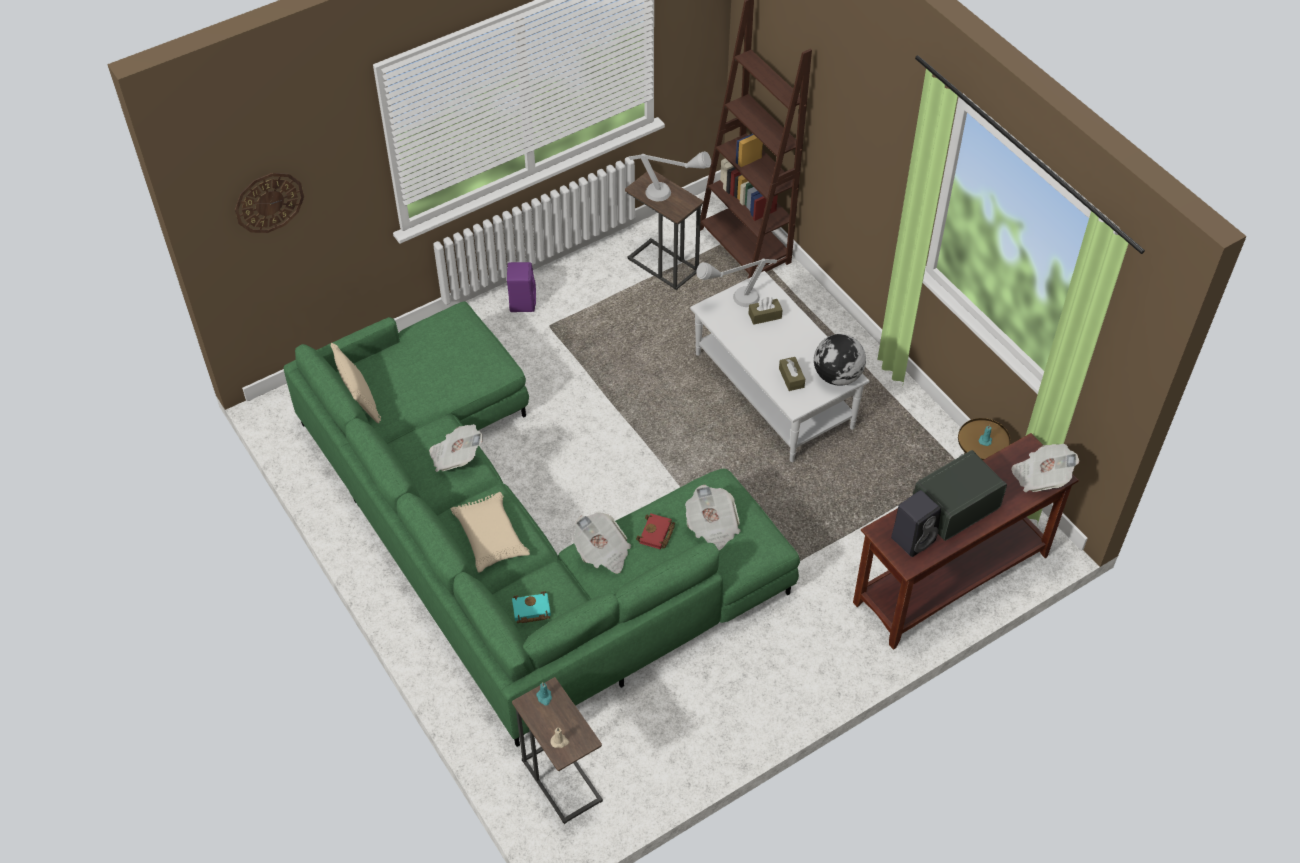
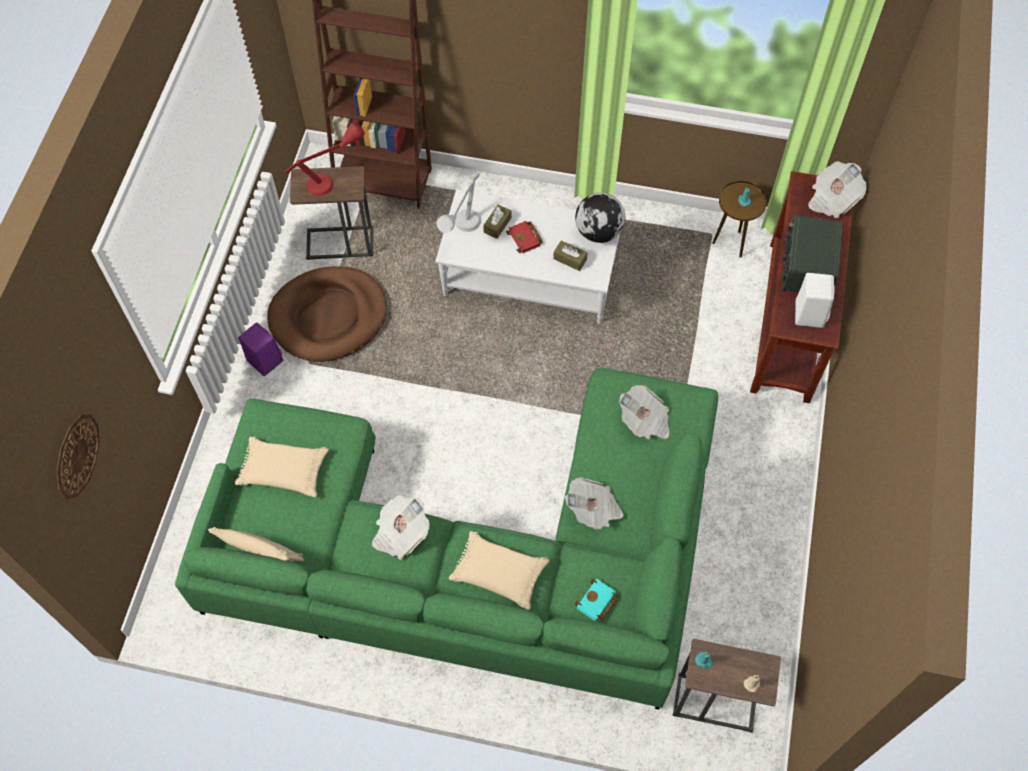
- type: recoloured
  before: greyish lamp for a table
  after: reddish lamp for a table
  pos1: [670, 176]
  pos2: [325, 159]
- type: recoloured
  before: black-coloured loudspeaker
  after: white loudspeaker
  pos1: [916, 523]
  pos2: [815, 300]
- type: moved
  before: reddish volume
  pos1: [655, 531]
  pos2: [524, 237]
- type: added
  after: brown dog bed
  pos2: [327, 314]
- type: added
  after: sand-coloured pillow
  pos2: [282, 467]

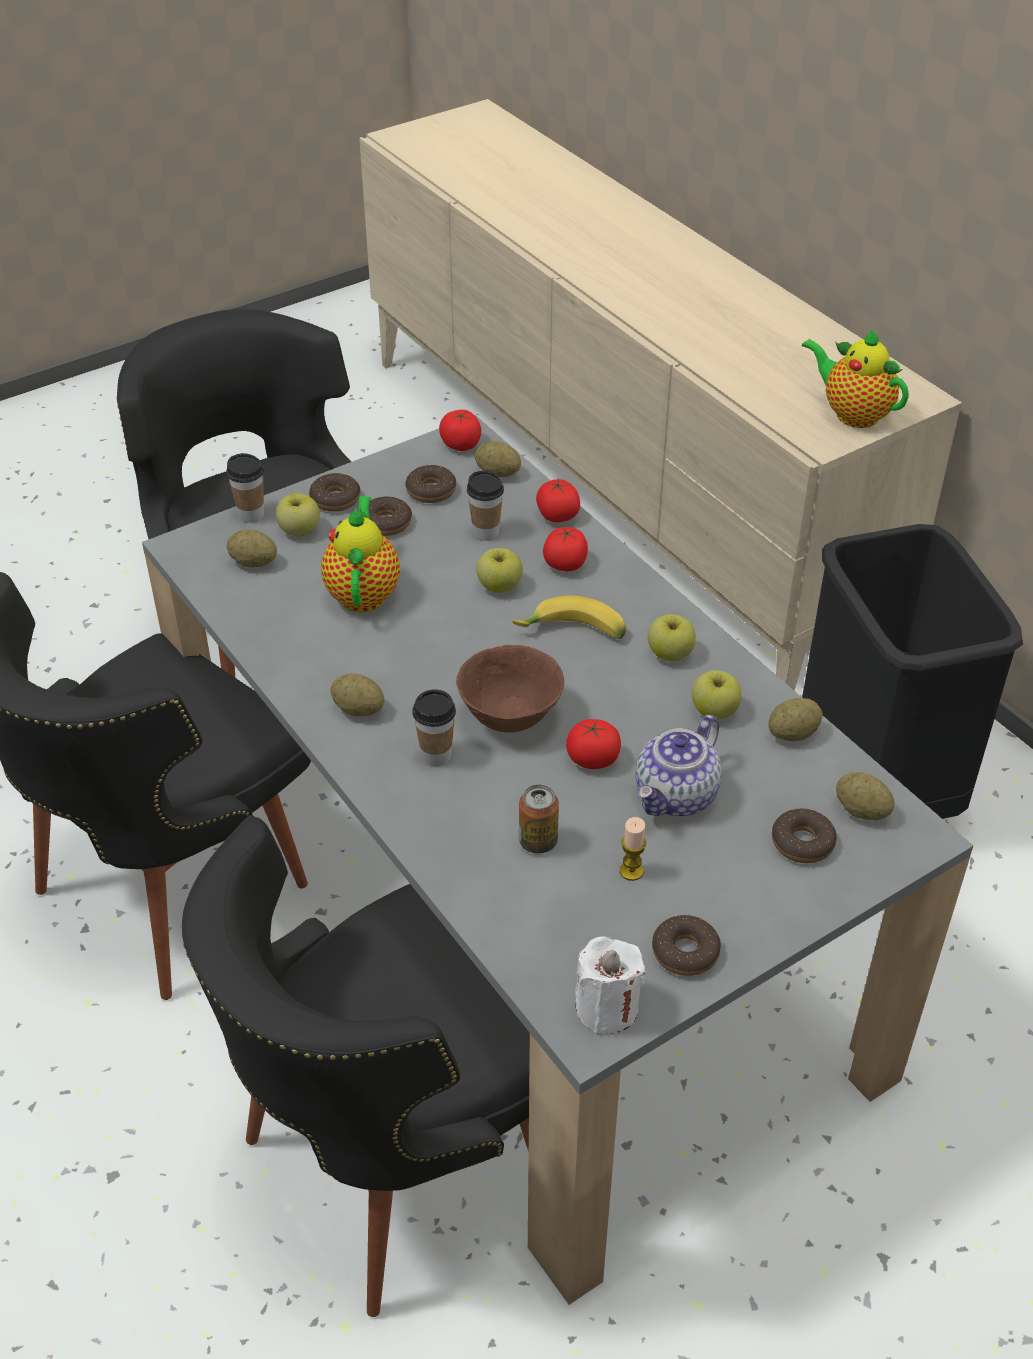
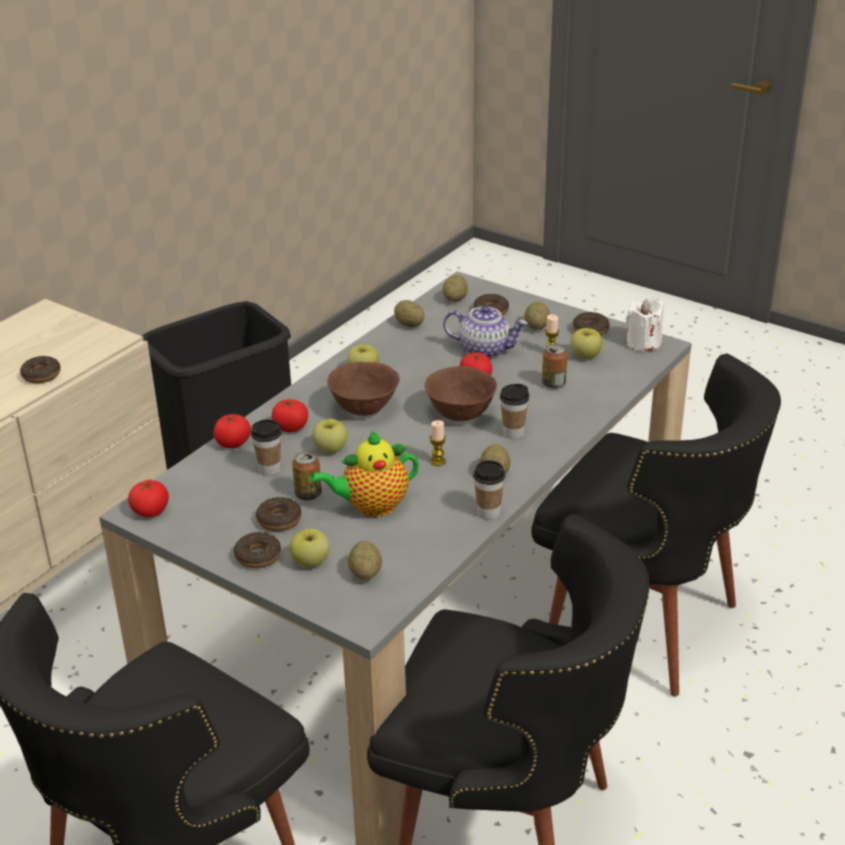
- type: removed
  before: tea pot
  pos1: [855, 378]
- type: moved
  before: potato
  pos1: [498, 459]
  pos2: [537, 315]
- type: moved
  before: cup
  pos1: [245, 488]
  pos2: [489, 490]
- type: moved
  before: donut
  pos1: [430, 484]
  pos2: [40, 369]
- type: replaced
  before: banana
  after: brown serving bowl
  pos1: [569, 617]
  pos2: [363, 389]
- type: moved
  before: apple fruit
  pos1: [717, 694]
  pos2: [586, 343]
- type: added
  after: wax candle
  pos2: [438, 443]
- type: added
  after: sealed can
  pos2: [307, 476]

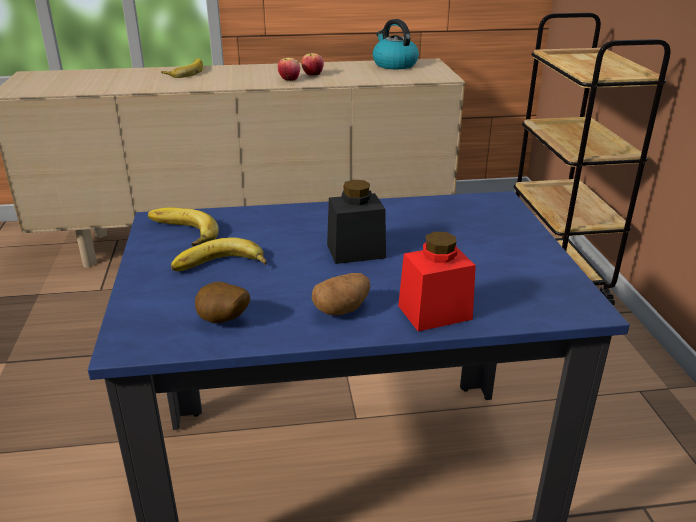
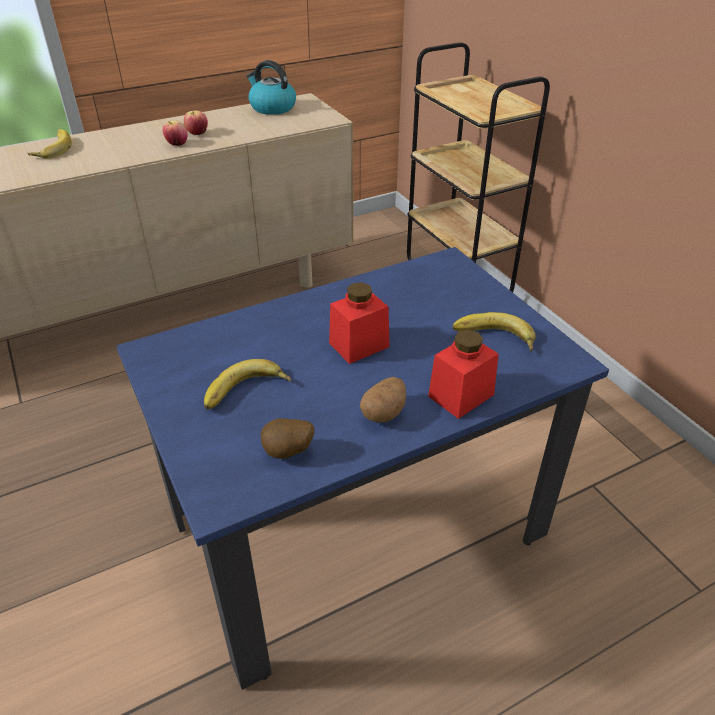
- type: recoloured
  before: black-coloured storage jar
  after: reddish storage jar
  pos1: [356, 222]
  pos2: [359, 323]
- type: moved
  before: banana
  pos1: [183, 226]
  pos2: [494, 332]

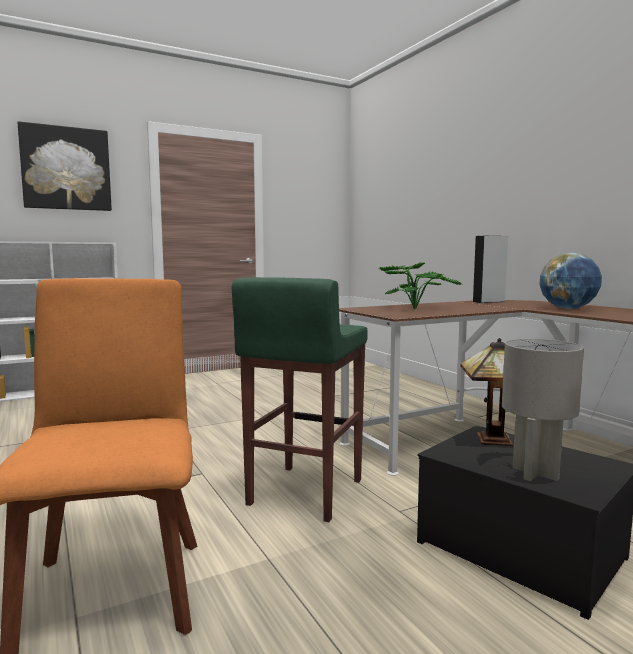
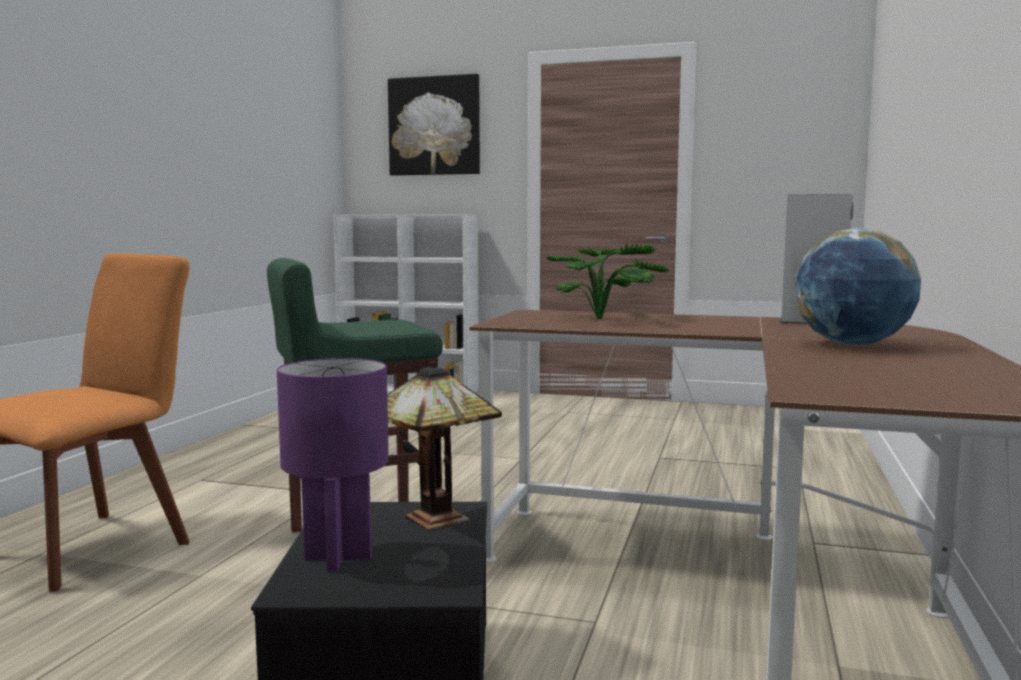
- type: recoloured
  before: greyish lamp for a table
  after: purplish lamp for a table
  pos1: [543, 410]
  pos2: [333, 465]

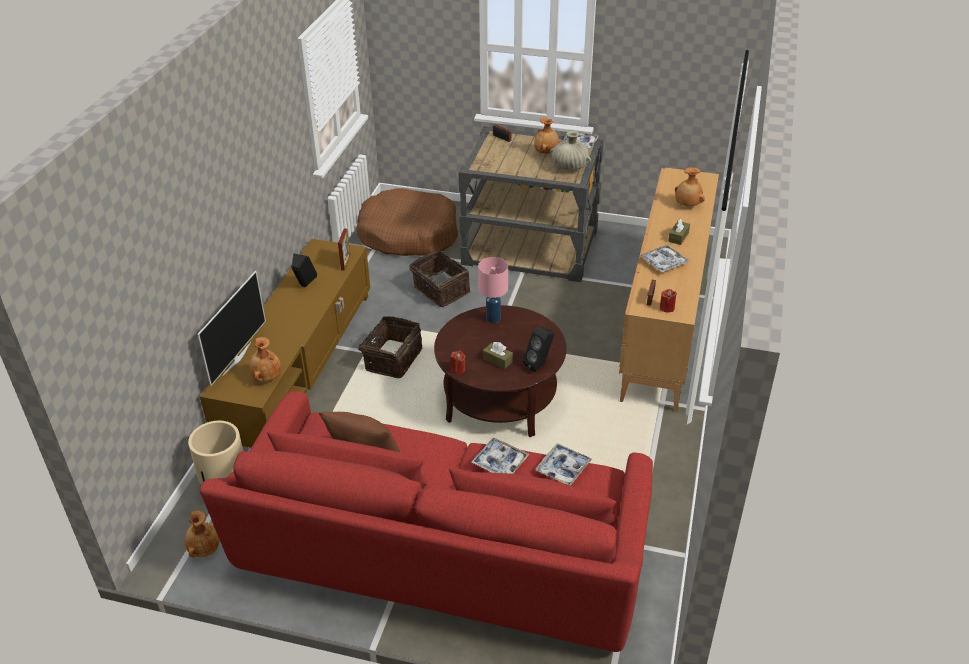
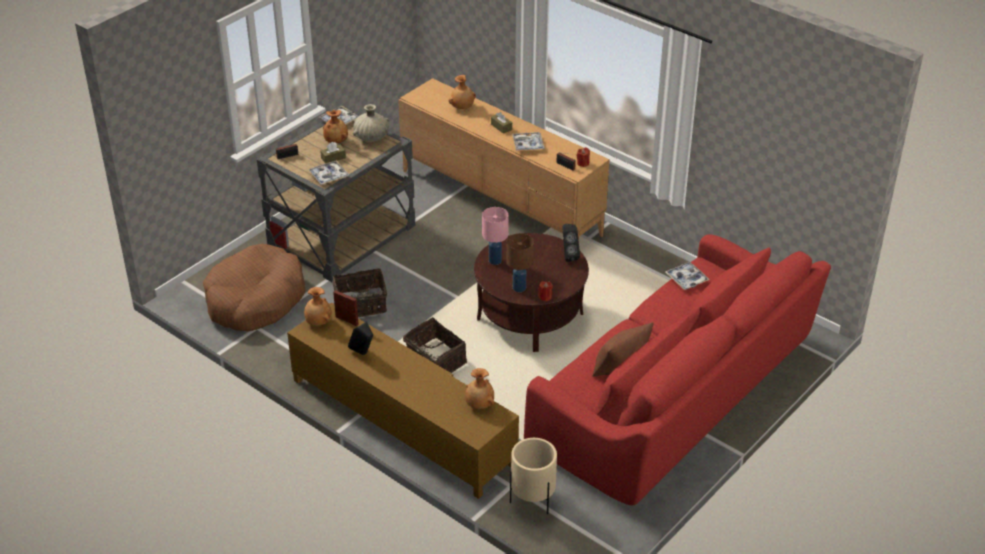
- type: removed
  before: television
  pos1: [231, 328]
- type: moved
  before: brown tissue box
  pos1: [498, 355]
  pos2: [333, 153]
- type: moved
  before: serving tray
  pos1: [500, 456]
  pos2: [328, 172]
- type: moved
  before: brown decorative vase
  pos1: [202, 533]
  pos2: [318, 306]
- type: added
  after: brown lamp for a table
  pos2: [520, 262]

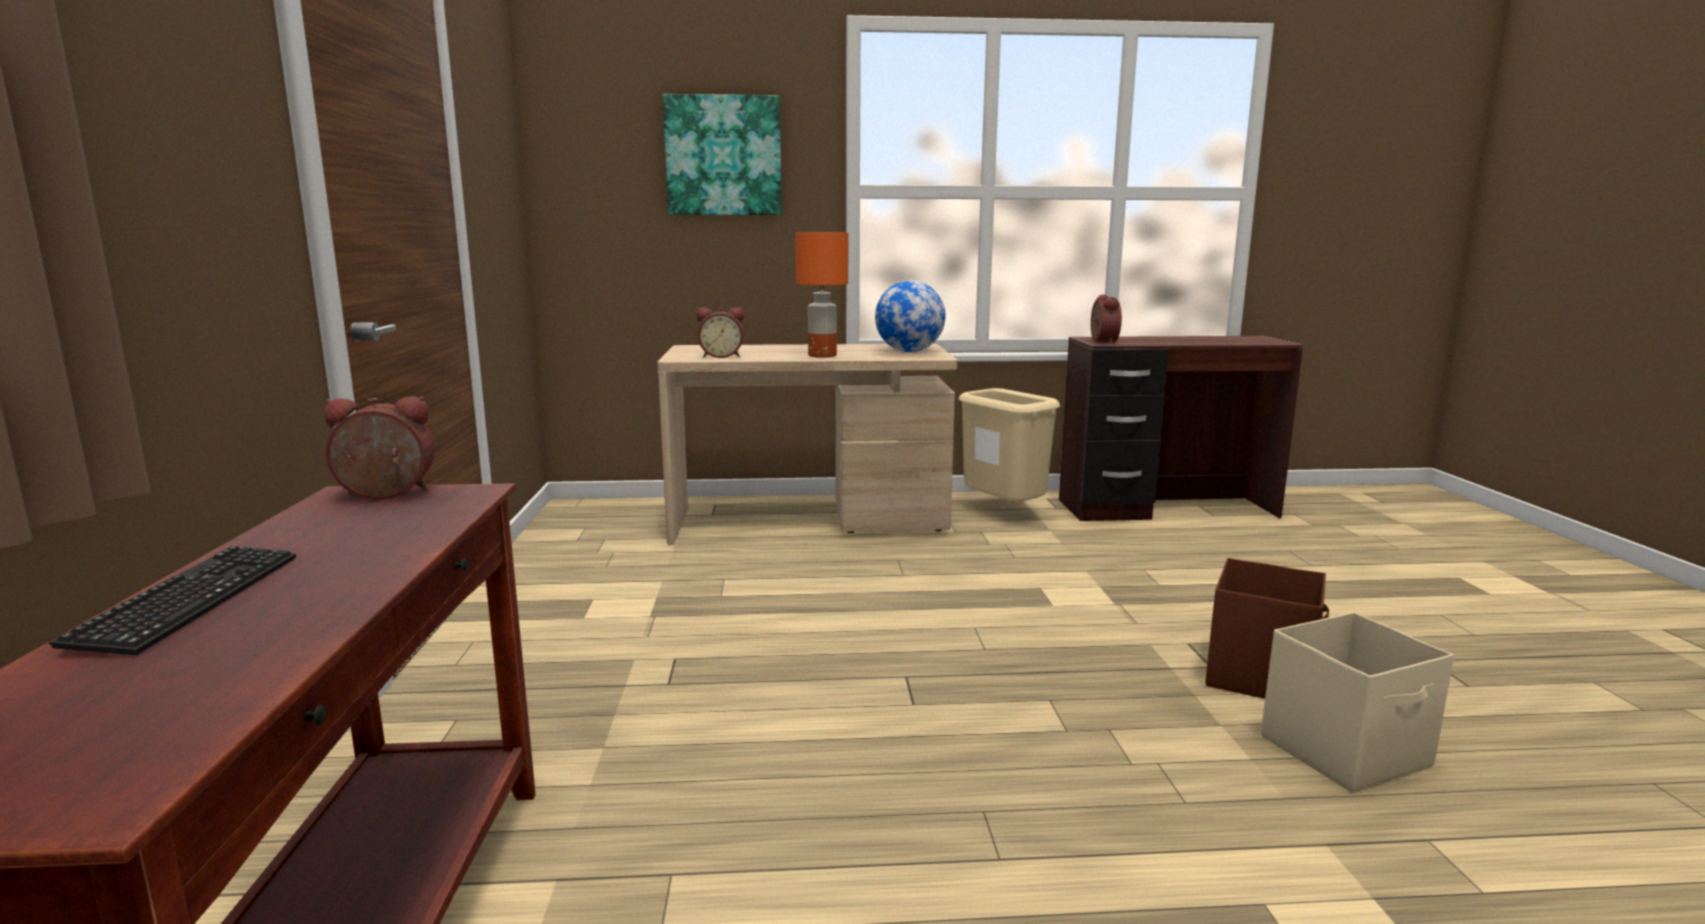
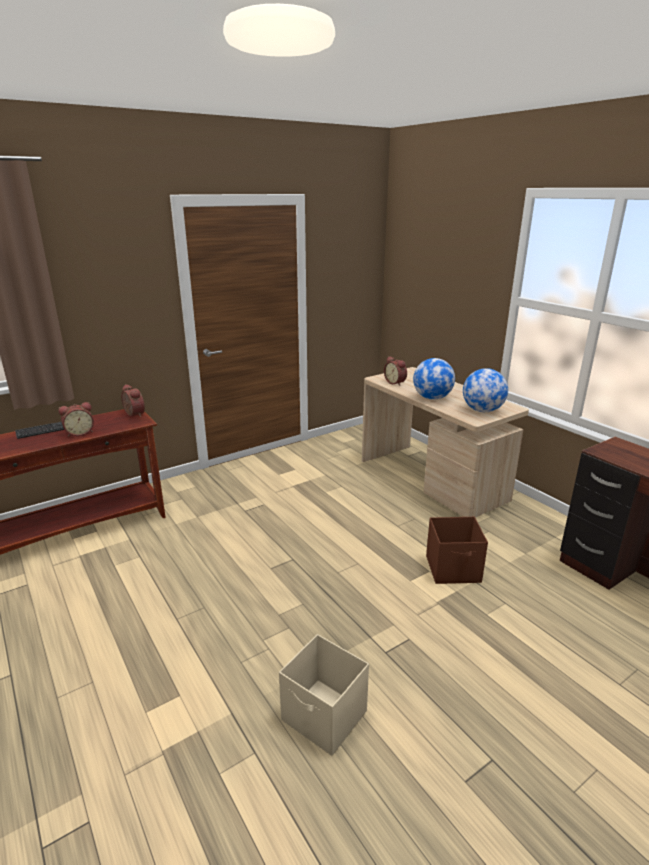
- type: removed
  before: wall picture
  pos1: [722, 154]
- type: replaced
  before: orangey lamp for a table
  after: world globe
  pos1: [821, 295]
  pos2: [434, 379]
- type: moved
  before: table clock
  pos1: [1106, 319]
  pos2: [76, 419]
- type: removed
  before: sand-coloured waste bin
  pos1: [1009, 445]
- type: moved
  before: brown storage box
  pos1: [1267, 628]
  pos2: [457, 550]

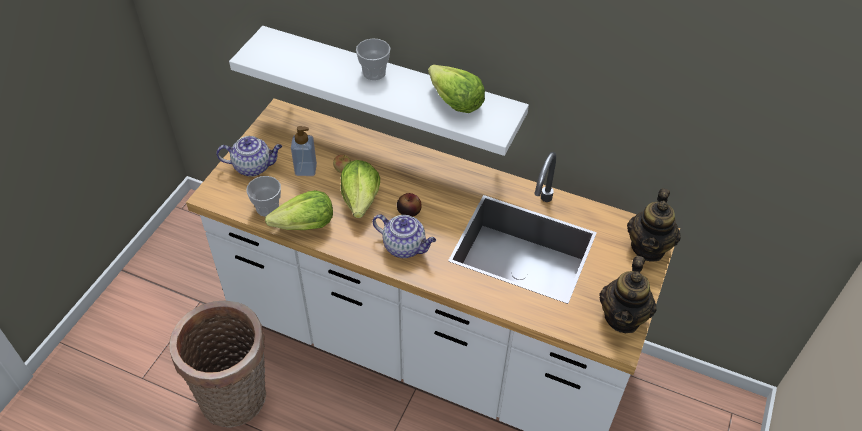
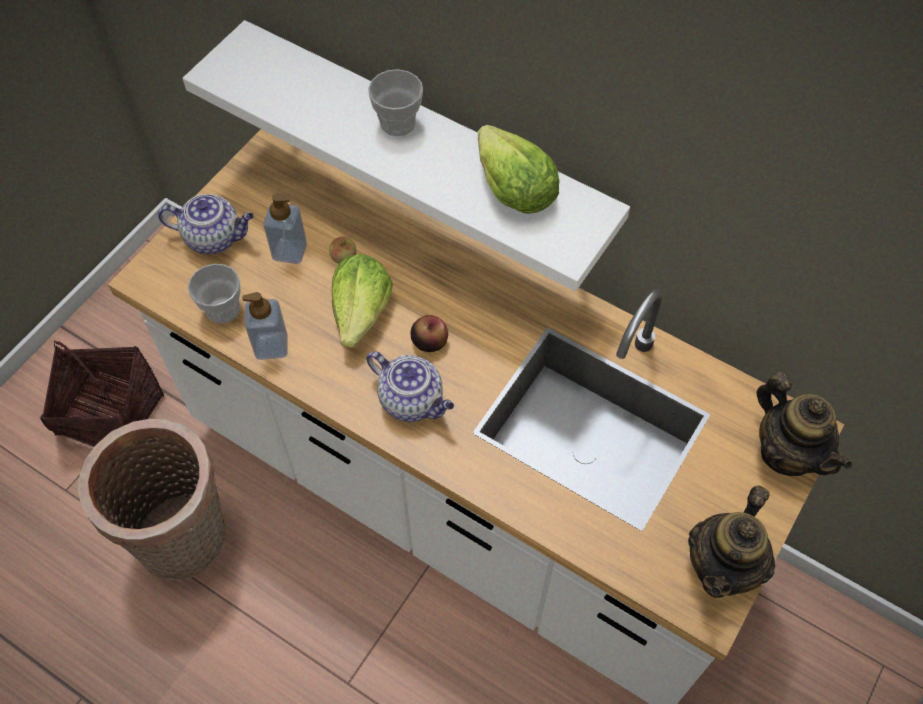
- type: turned
  before: tea pot
  pos1: [654, 225]
  pos2: [804, 424]
  turn: -60
- type: replaced
  before: lettuce head
  after: soap bottle
  pos1: [299, 210]
  pos2: [265, 326]
- type: added
  after: storage basket
  pos2: [102, 394]

